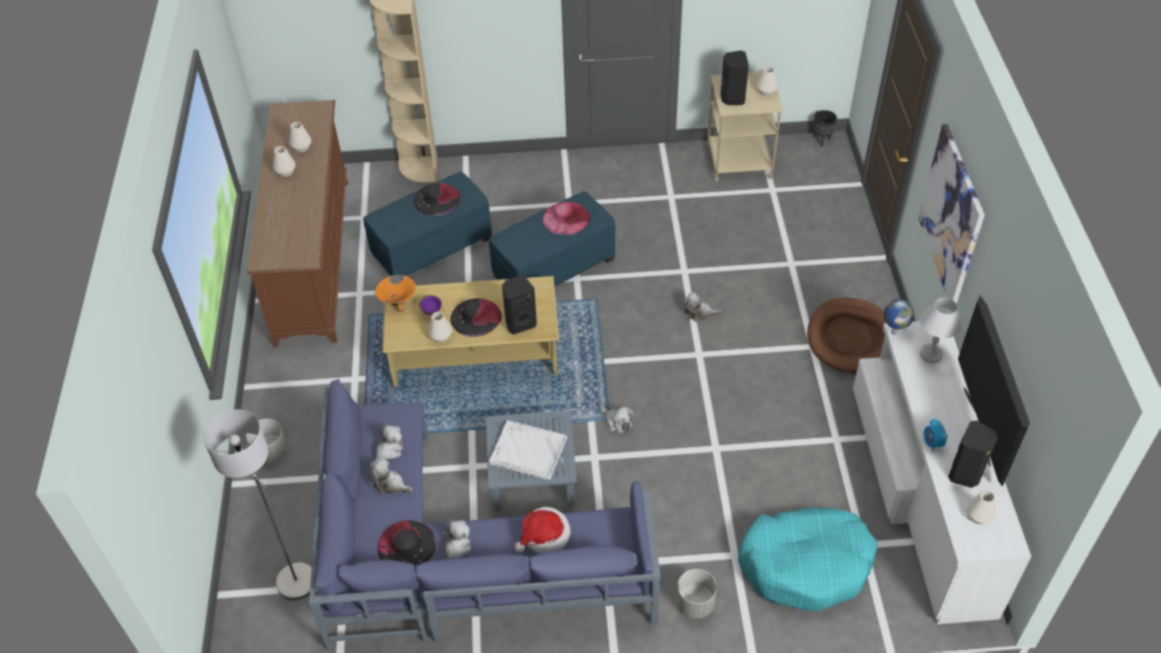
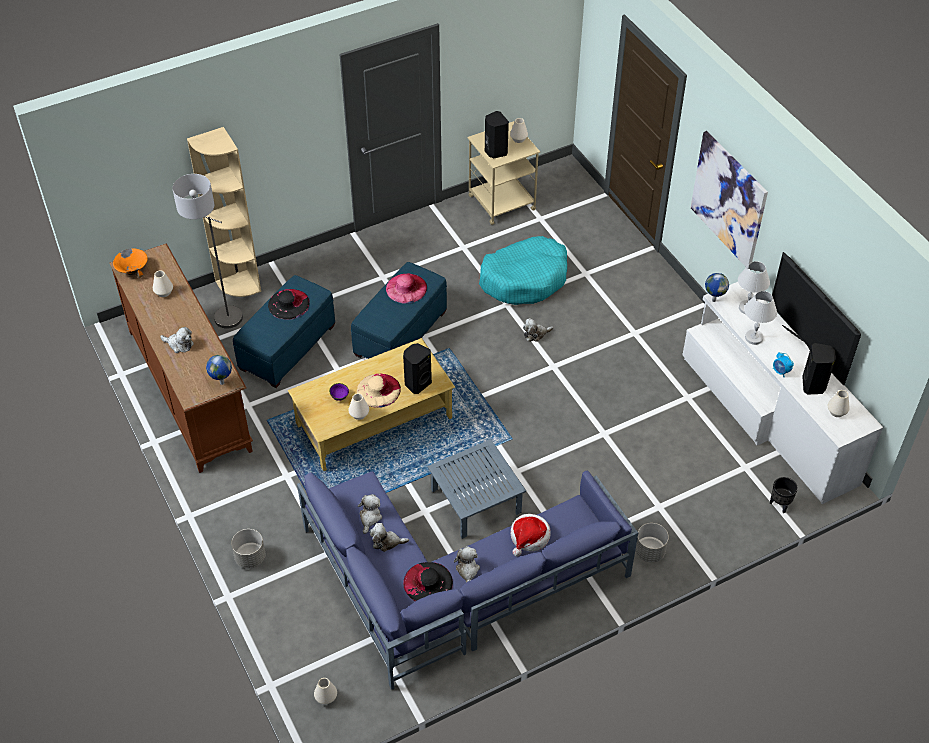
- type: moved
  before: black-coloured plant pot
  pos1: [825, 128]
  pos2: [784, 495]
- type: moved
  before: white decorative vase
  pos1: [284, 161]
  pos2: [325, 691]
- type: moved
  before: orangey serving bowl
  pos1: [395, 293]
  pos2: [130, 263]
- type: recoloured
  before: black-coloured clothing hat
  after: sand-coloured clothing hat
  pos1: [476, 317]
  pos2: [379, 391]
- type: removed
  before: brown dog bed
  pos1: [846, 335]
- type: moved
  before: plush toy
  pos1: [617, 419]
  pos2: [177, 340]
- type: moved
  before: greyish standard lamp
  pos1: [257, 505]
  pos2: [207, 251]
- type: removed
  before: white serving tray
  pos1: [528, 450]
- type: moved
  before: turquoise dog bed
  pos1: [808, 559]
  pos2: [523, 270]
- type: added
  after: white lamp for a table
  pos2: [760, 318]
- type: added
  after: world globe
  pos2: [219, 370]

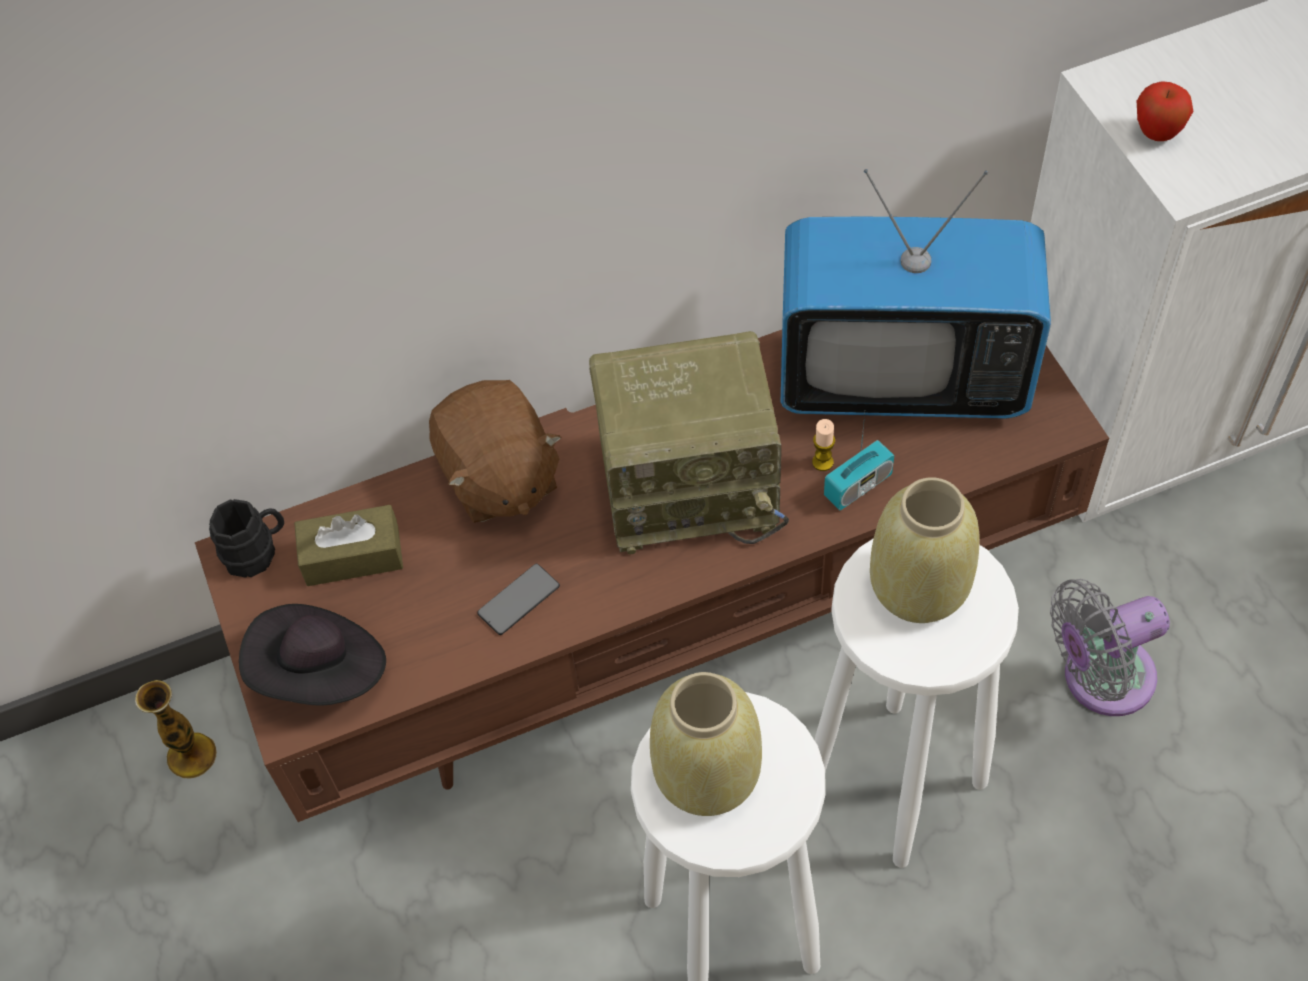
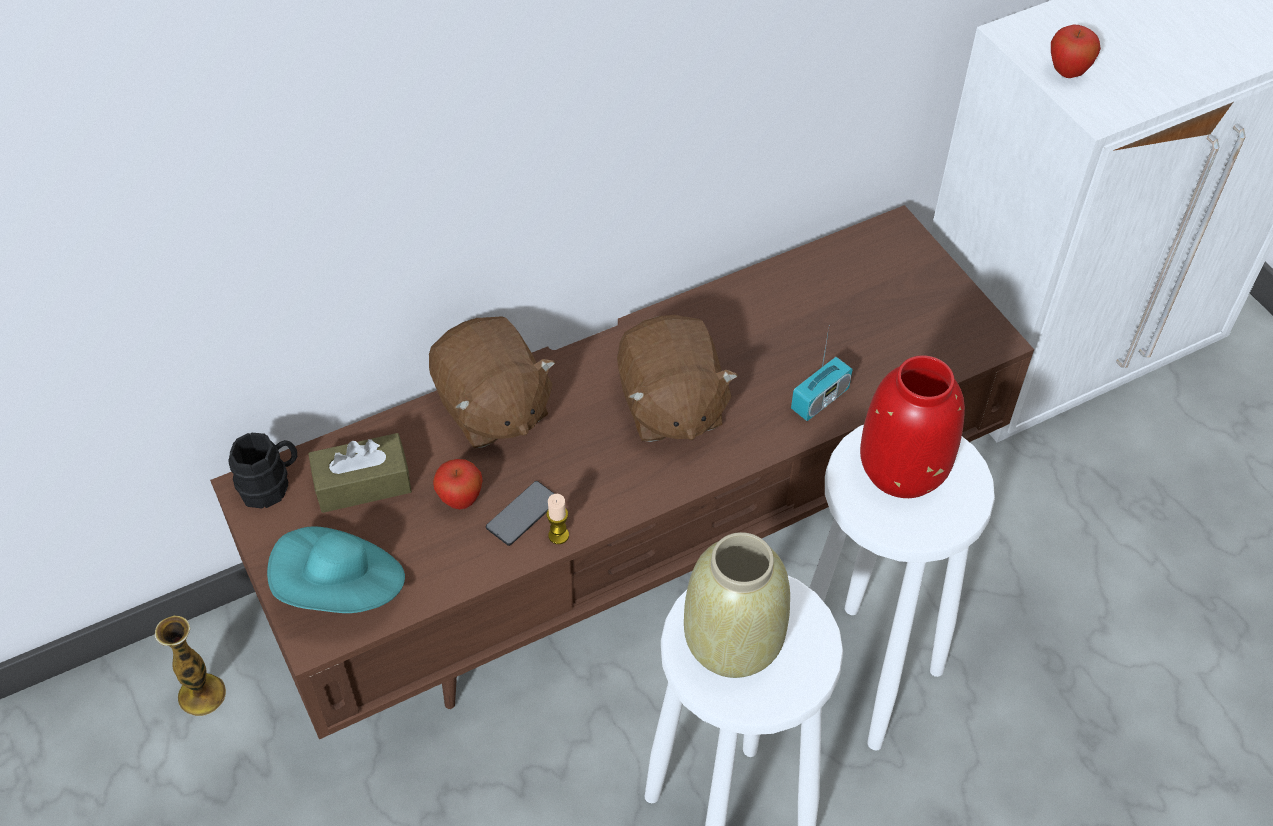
- type: removed
  before: television
  pos1: [916, 293]
- type: replaced
  before: radio set
  after: brown plush toy
  pos1: [689, 442]
  pos2: [677, 378]
- type: moved
  before: wax candle
  pos1: [823, 445]
  pos2: [558, 519]
- type: recoloured
  before: sand-coloured decorative vase
  after: reddish decorative vase
  pos1: [925, 550]
  pos2: [912, 426]
- type: removed
  before: greyish cooling fan
  pos1: [1110, 647]
- type: recoloured
  before: black-coloured clothing hat
  after: turquoise clothing hat
  pos1: [312, 655]
  pos2: [336, 569]
- type: added
  after: apple fruit
  pos2: [458, 484]

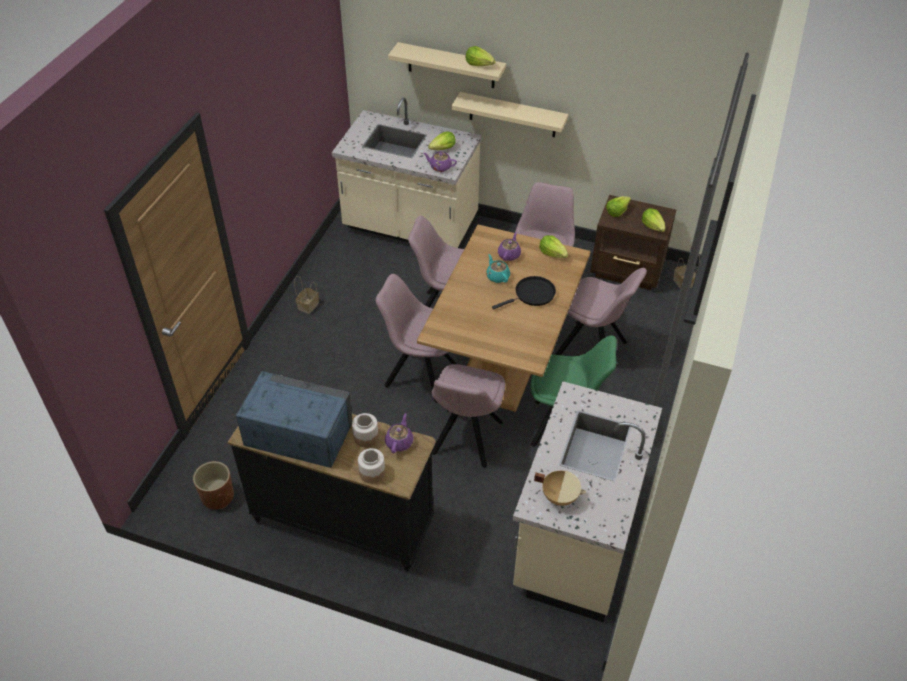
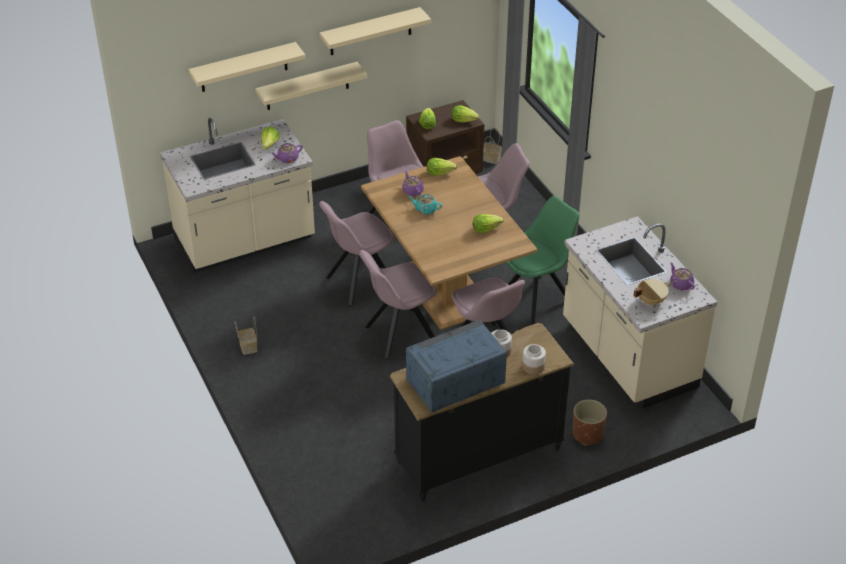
- type: moved
  before: lettuce head
  pos1: [481, 56]
  pos2: [488, 223]
- type: removed
  before: black-coloured pan
  pos1: [524, 292]
- type: moved
  before: purplish tea pot
  pos1: [399, 433]
  pos2: [682, 276]
- type: moved
  before: brown plant pot
  pos1: [213, 485]
  pos2: [590, 422]
- type: added
  after: sand-coloured shelf
  pos2: [375, 31]

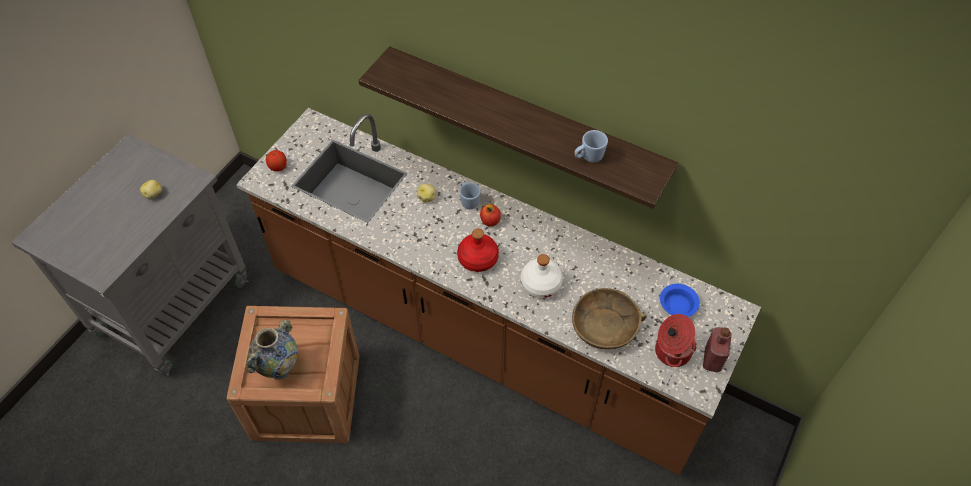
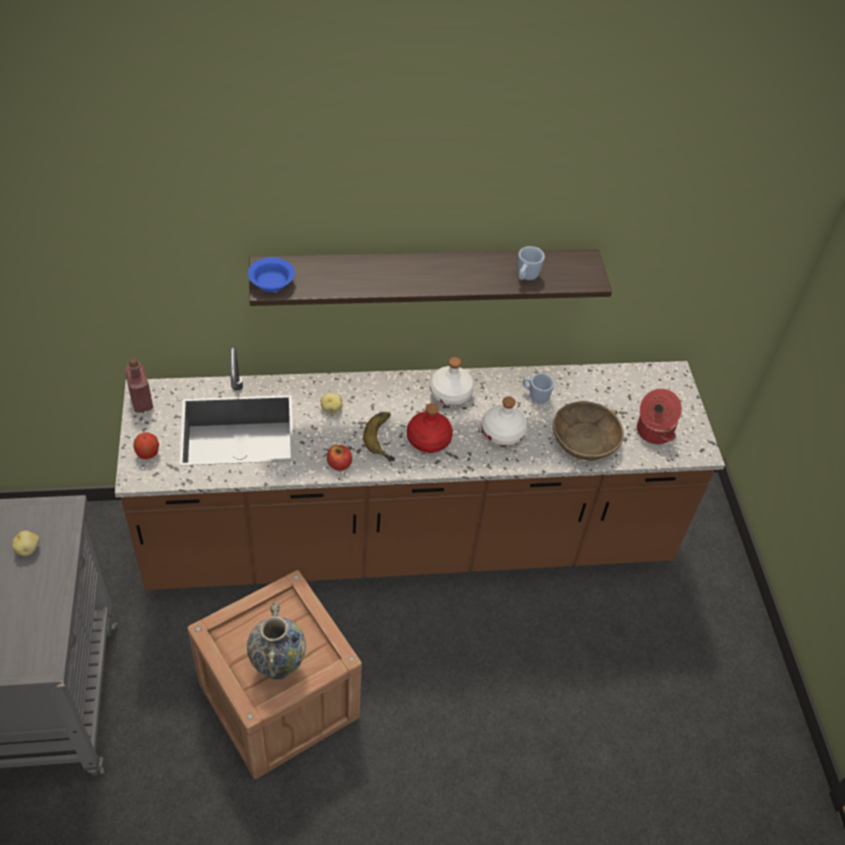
- type: moved
  before: blue-coloured mug
  pos1: [470, 195]
  pos2: [538, 388]
- type: moved
  before: apple fruit
  pos1: [490, 215]
  pos2: [339, 458]
- type: moved
  before: blue-coloured serving bowl
  pos1: [680, 300]
  pos2: [271, 274]
- type: moved
  before: reddish beverage bottle
  pos1: [717, 349]
  pos2: [138, 385]
- type: added
  after: white beverage bottle
  pos2: [452, 381]
- type: added
  after: banana
  pos2: [379, 437]

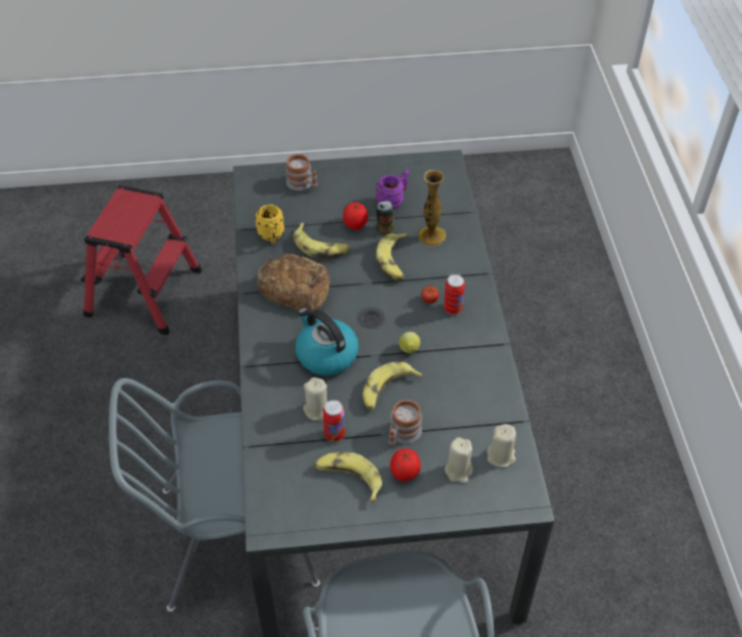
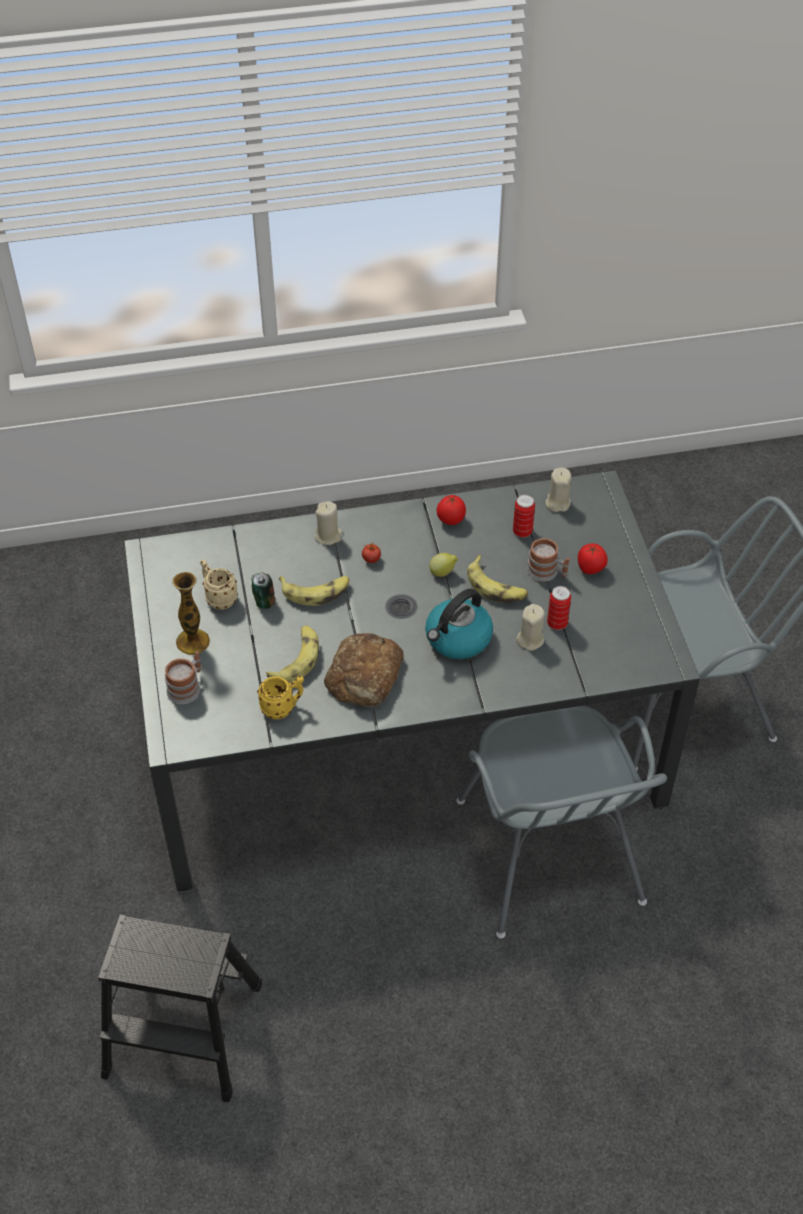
- type: recoloured
  before: purplish mug
  after: sand-coloured mug
  pos1: [392, 190]
  pos2: [219, 585]
- type: moved
  before: decorative vase
  pos1: [432, 208]
  pos2: [191, 613]
- type: recoloured
  before: reddish stepladder
  after: black-coloured stepladder
  pos1: [141, 260]
  pos2: [180, 1008]
- type: moved
  before: fresh tomato
  pos1: [355, 216]
  pos2: [451, 510]
- type: moved
  before: sealed can
  pos1: [454, 294]
  pos2: [524, 515]
- type: moved
  before: sand-coloured wax candle
  pos1: [459, 460]
  pos2: [328, 523]
- type: removed
  before: banana
  pos1: [348, 477]

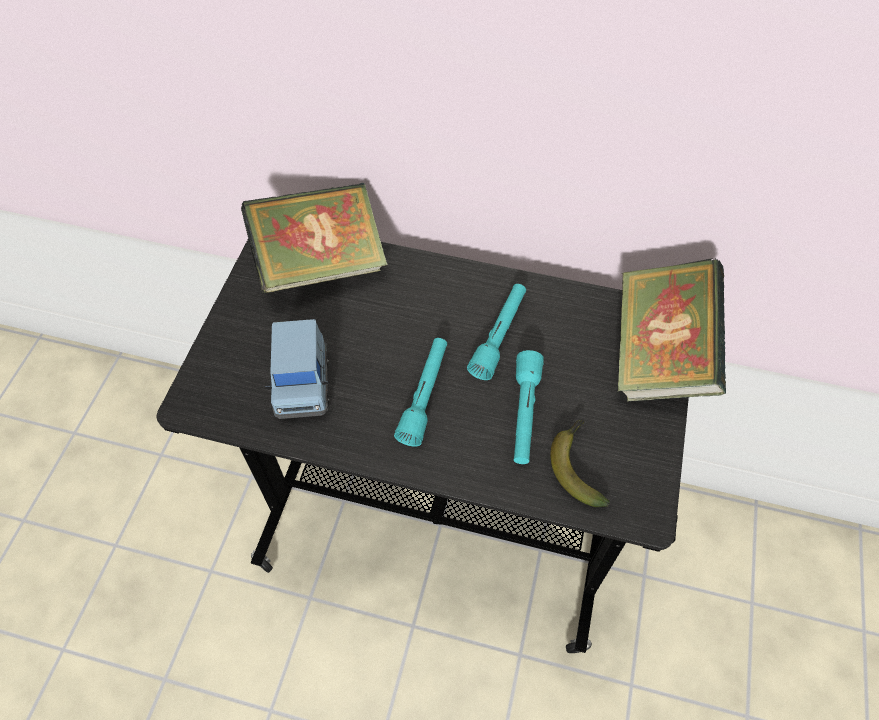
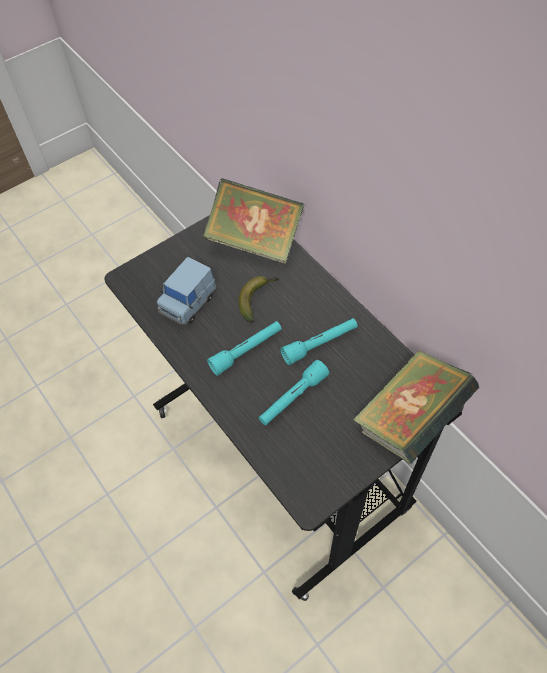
- type: moved
  before: banana
  pos1: [580, 463]
  pos2: [259, 299]

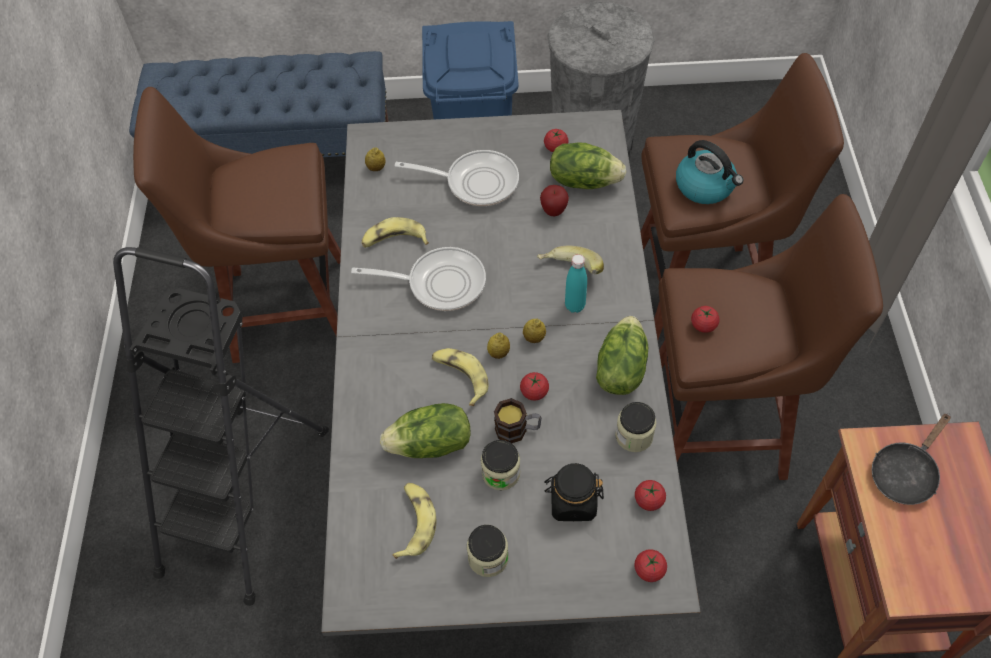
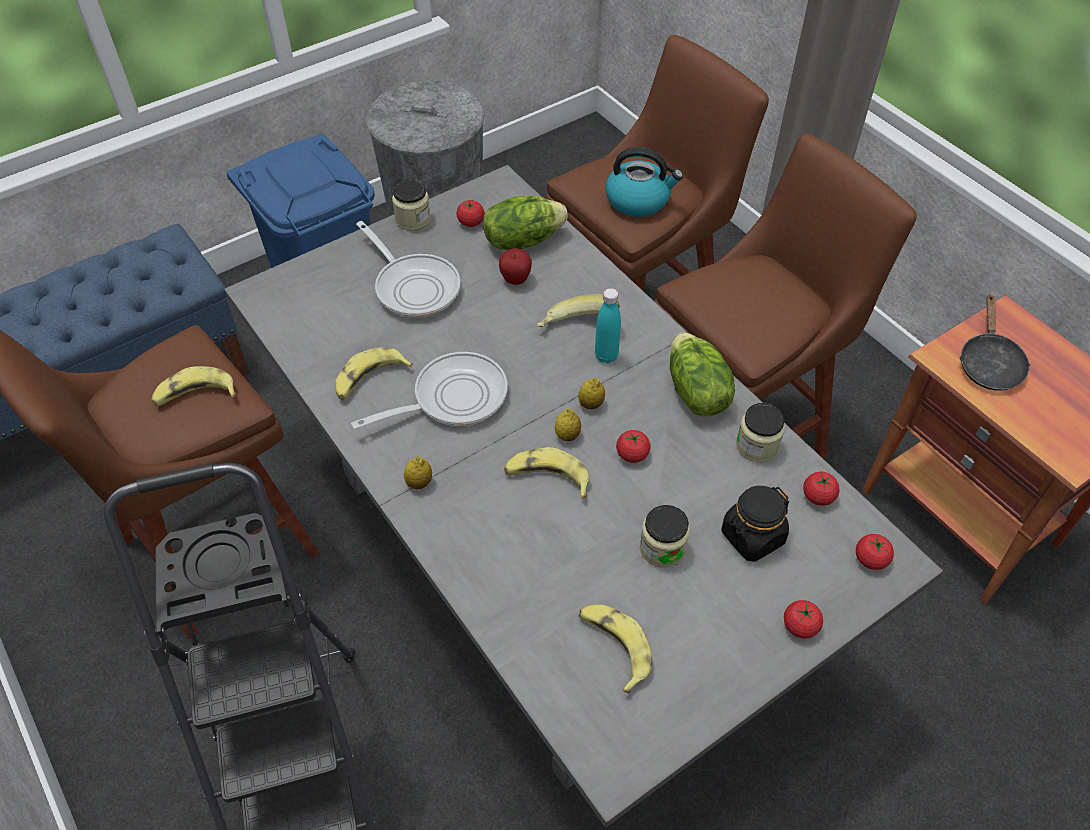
- type: moved
  before: citrus fruit
  pos1: [375, 159]
  pos2: [418, 472]
- type: turned
  before: pan
  pos1: [457, 178]
  pos2: [408, 269]
  turn: 75
- type: moved
  before: fresh tomato
  pos1: [705, 319]
  pos2: [803, 619]
- type: removed
  before: mug
  pos1: [518, 420]
- type: removed
  before: lettuce head
  pos1: [425, 430]
- type: moved
  before: storage jar
  pos1: [487, 551]
  pos2: [411, 205]
- type: added
  after: banana
  pos2: [194, 386]

